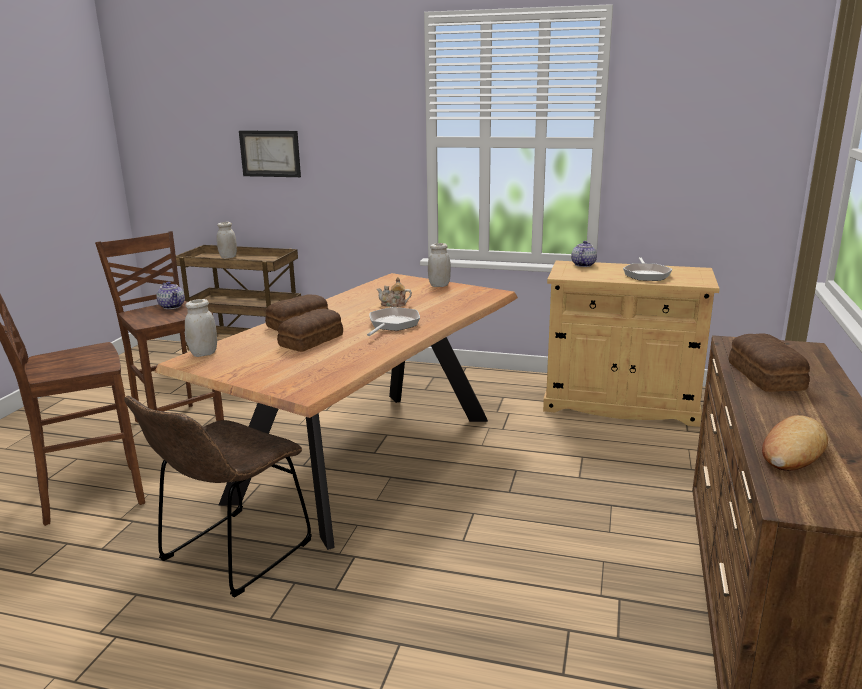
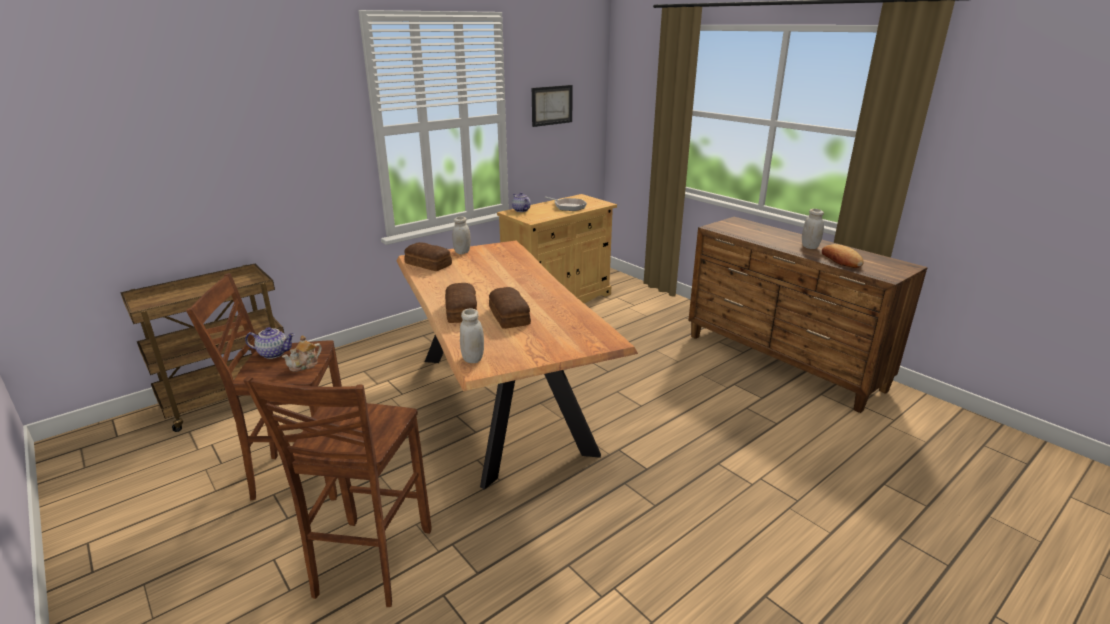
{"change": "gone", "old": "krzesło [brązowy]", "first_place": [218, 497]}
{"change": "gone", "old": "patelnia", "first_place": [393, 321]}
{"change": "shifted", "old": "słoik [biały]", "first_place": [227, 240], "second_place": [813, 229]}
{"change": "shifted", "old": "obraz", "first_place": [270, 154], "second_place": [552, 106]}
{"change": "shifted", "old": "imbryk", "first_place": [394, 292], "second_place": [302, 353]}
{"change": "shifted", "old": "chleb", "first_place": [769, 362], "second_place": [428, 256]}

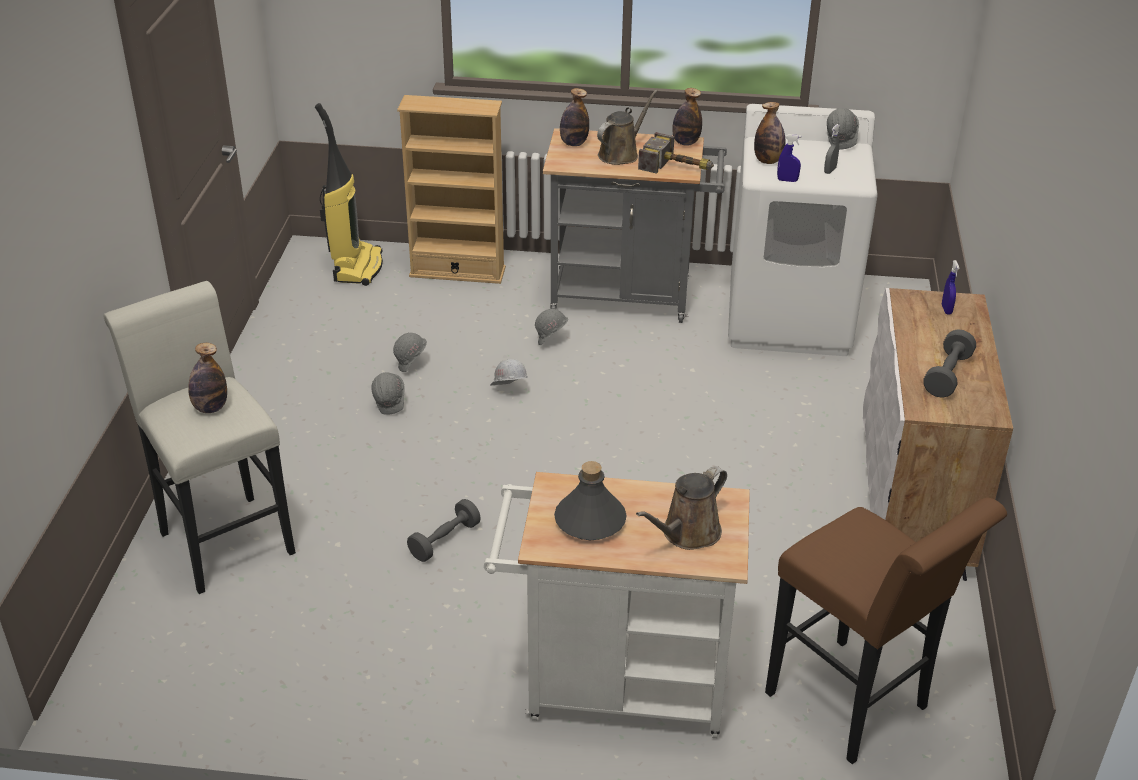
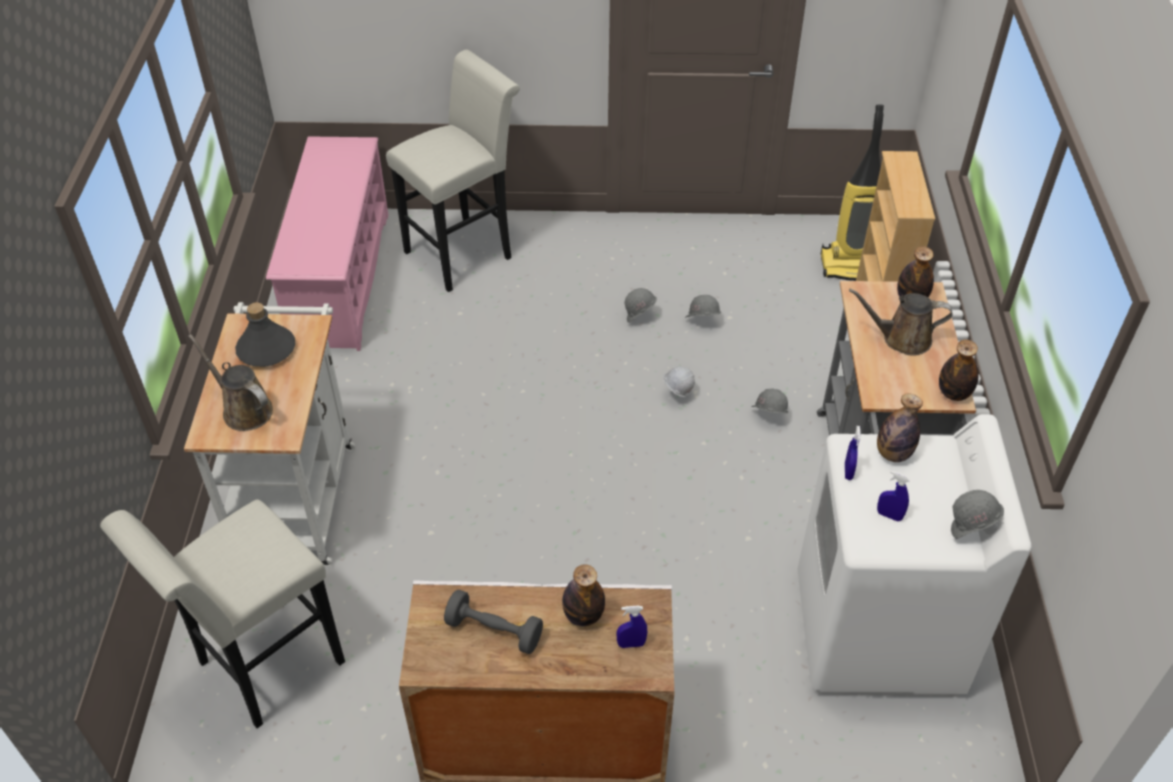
{"change": "gone", "old": "hantel [szary]", "first_place": [444, 530]}
{"change": "gone", "old": "młotek", "first_place": [676, 153]}
{"change": "new", "new": "regał na buty [różowy]", "second_place": [327, 243]}
{"change": "shifted", "old": "butelka", "first_place": [207, 378], "second_place": [583, 595]}
{"change": "repainted", "old": "stołek [brązowy]", "new": "stołek [biały]", "first_place": [886, 630], "second_place": [222, 613]}
{"change": "repainted", "old": "spryskiwacz [szary]", "new": "spryskiwacz [niebieski]", "first_place": [832, 149], "second_place": [894, 496]}
{"change": "rotated", "old": "konewka [brązowy]", "first_place": [627, 127], "second_place": [901, 322], "degrees": 150}

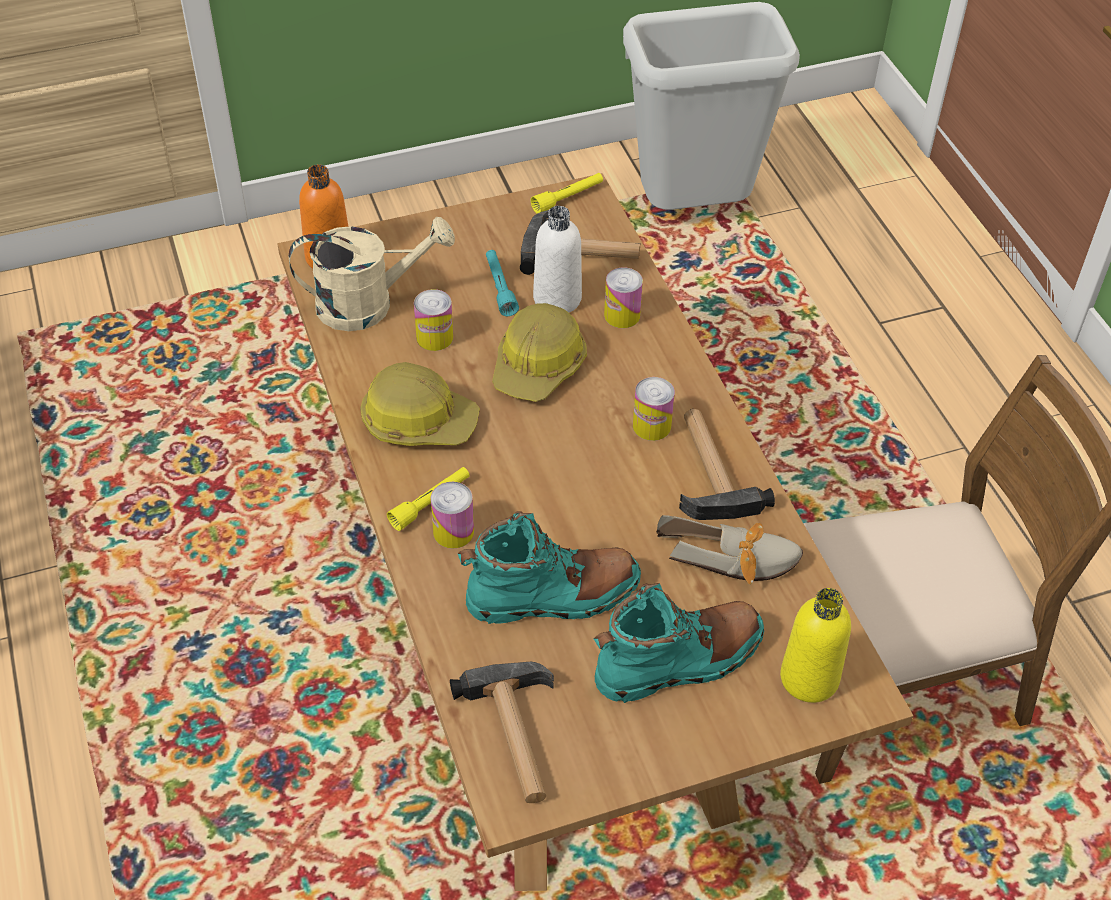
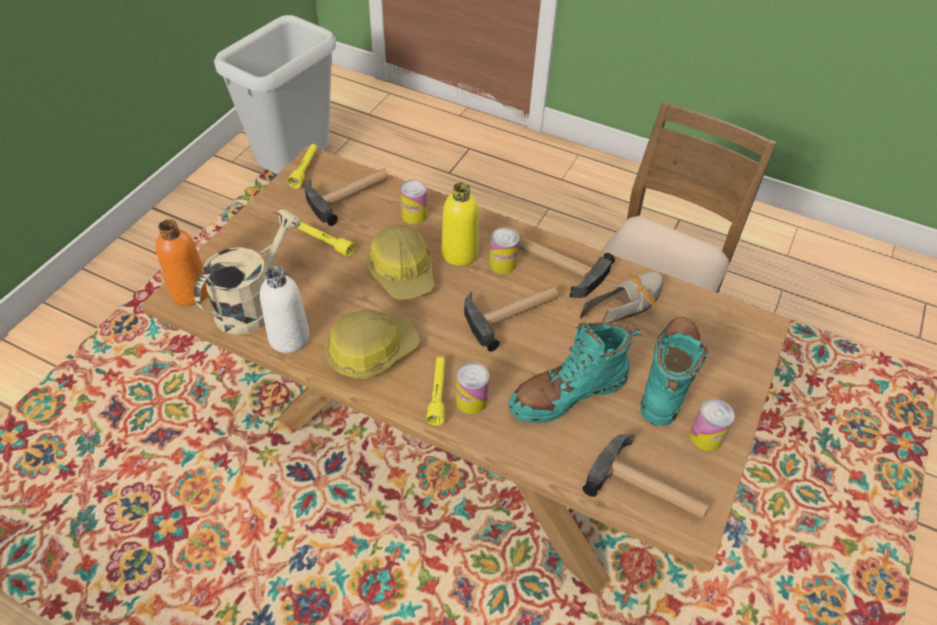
{"change": "new", "new": "młotek", "second_place": [511, 319]}
{"change": "shifted", "old": "puszka", "first_place": [433, 320], "second_place": [712, 425]}
{"change": "shifted", "old": "butelka [biały]", "first_place": [557, 259], "second_place": [285, 309]}
{"change": "shifted", "old": "butelka [żółty]", "first_place": [815, 645], "second_place": [460, 224]}
{"change": "repainted", "old": "latarka [turkusowy]", "new": "latarka [żółty]", "first_place": [502, 283], "second_place": [326, 239]}
{"change": "rotated", "old": "but z cholewką [turkusowy]", "first_place": [549, 567], "second_place": [574, 372], "degrees": -150}

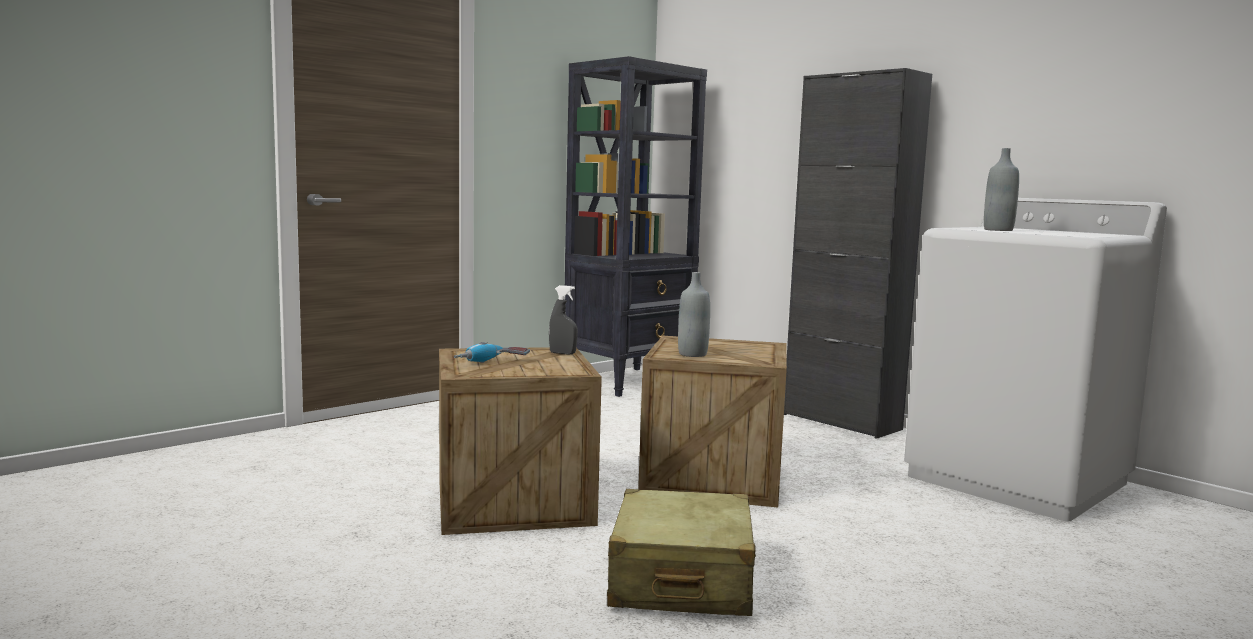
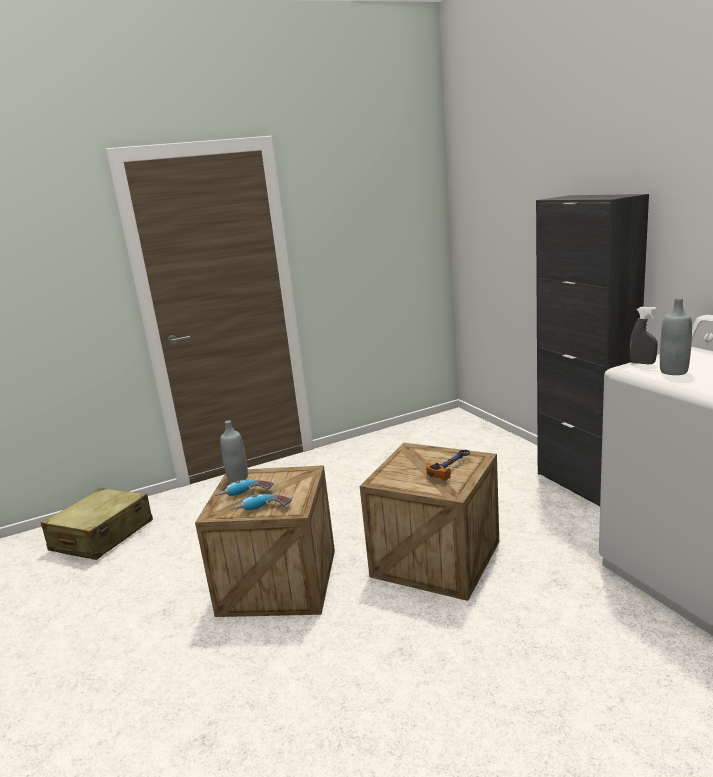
{"change": "gone", "old": "regał [czarny]", "first_place": [636, 226]}
{"change": "new", "new": "wiertarka", "second_place": [261, 501]}
{"change": "new", "new": "młotek", "second_place": [448, 465]}
{"change": "shifted", "old": "spryskiwacz [szary]", "first_place": [563, 320], "second_place": [644, 335]}
{"change": "shifted", "old": "walizka [beżowy]", "first_place": [681, 552], "second_place": [97, 524]}
{"change": "shifted", "old": "butelka [szary]", "first_place": [694, 314], "second_place": [234, 451]}

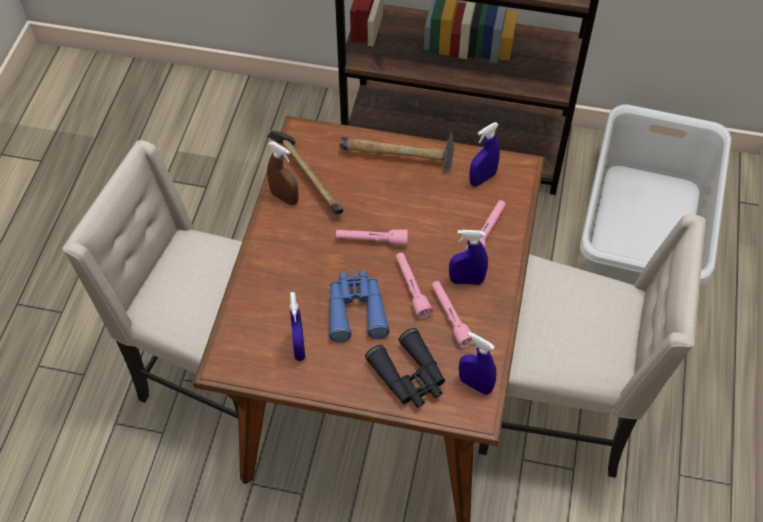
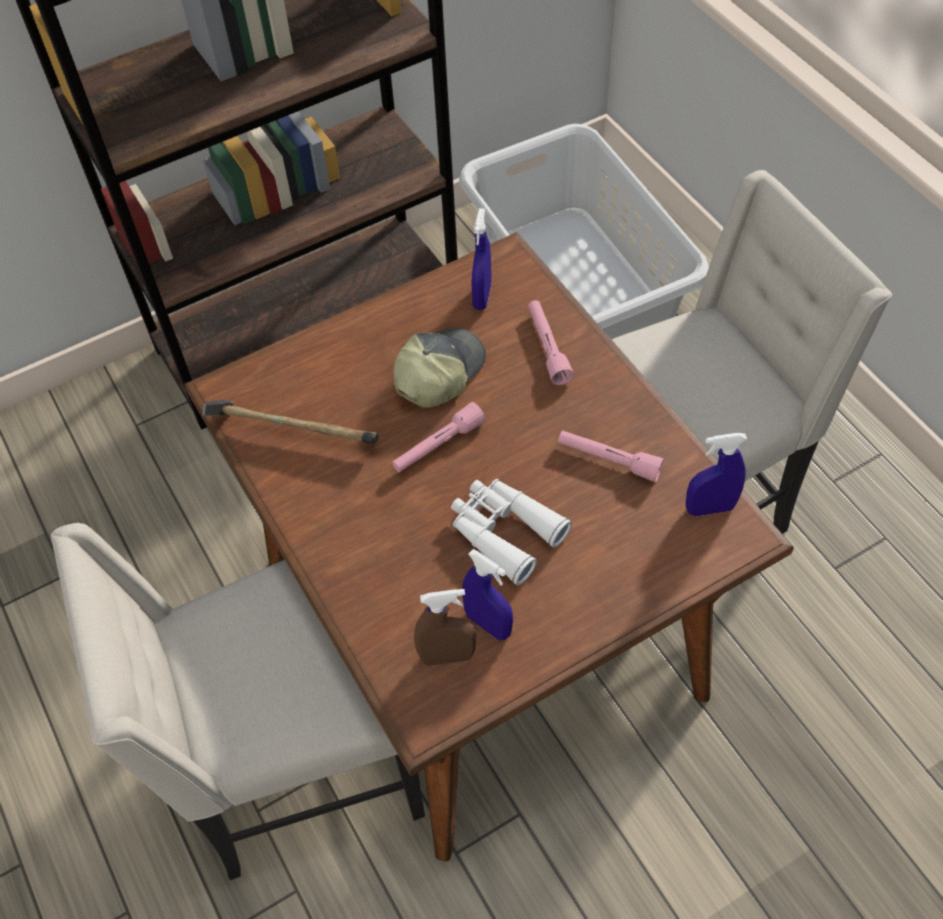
{"change": "gone", "old": "młotek", "first_place": [396, 152]}
{"change": "gone", "old": "lornetka [czarny]", "first_place": [405, 368]}
{"change": "gone", "old": "latarka [różowy]", "first_place": [414, 286]}
{"change": "gone", "old": "spryskiwacz [niebieski]", "first_place": [468, 257]}
{"change": "new", "new": "czapka z daszkiem", "second_place": [439, 368]}
{"change": "shifted", "old": "spryskiwacz [brązowy]", "first_place": [282, 173], "second_place": [445, 627]}
{"change": "repainted", "old": "lornetka [niebieski]", "new": "lornetka [biały]", "first_place": [359, 306], "second_place": [511, 532]}

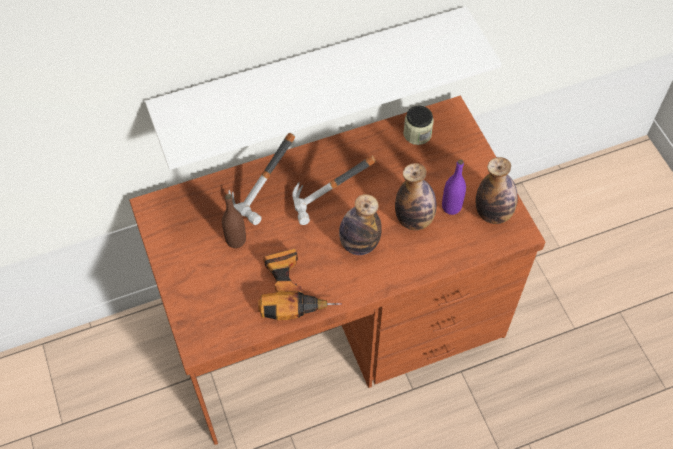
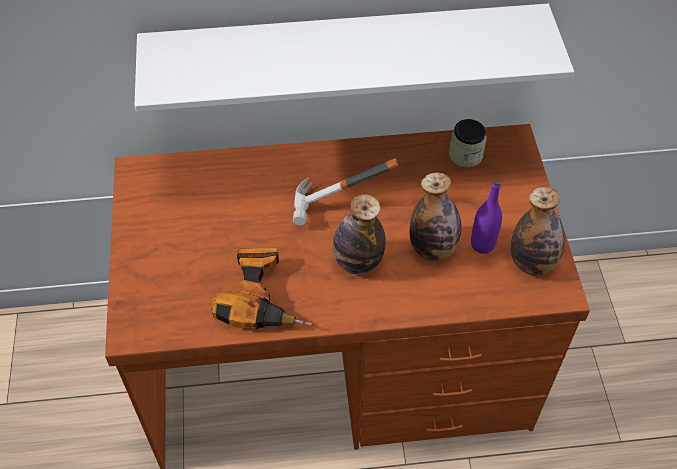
{"change": "gone", "old": "butelka [brązowy]", "first_place": [234, 221]}
{"change": "gone", "old": "młotek", "first_place": [261, 179]}

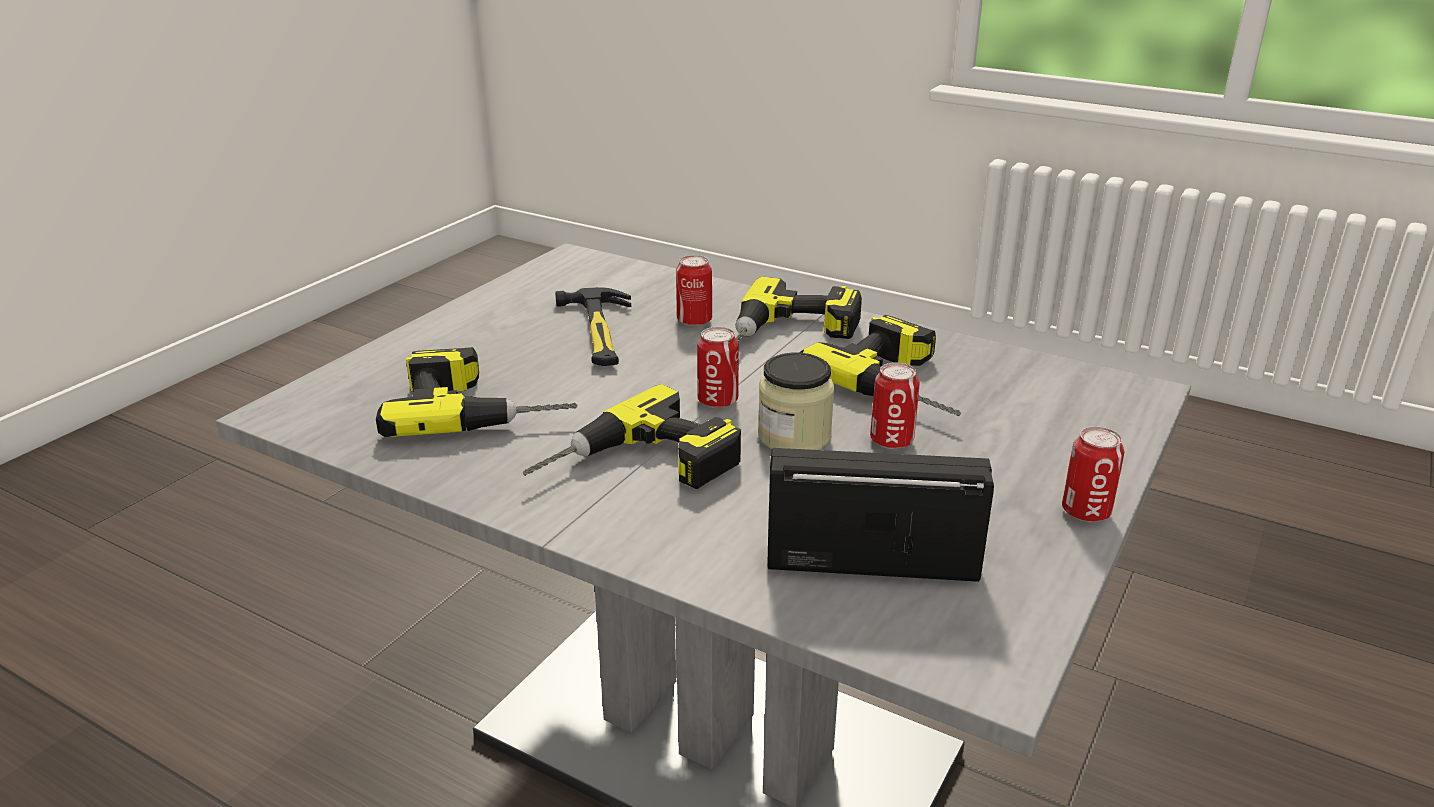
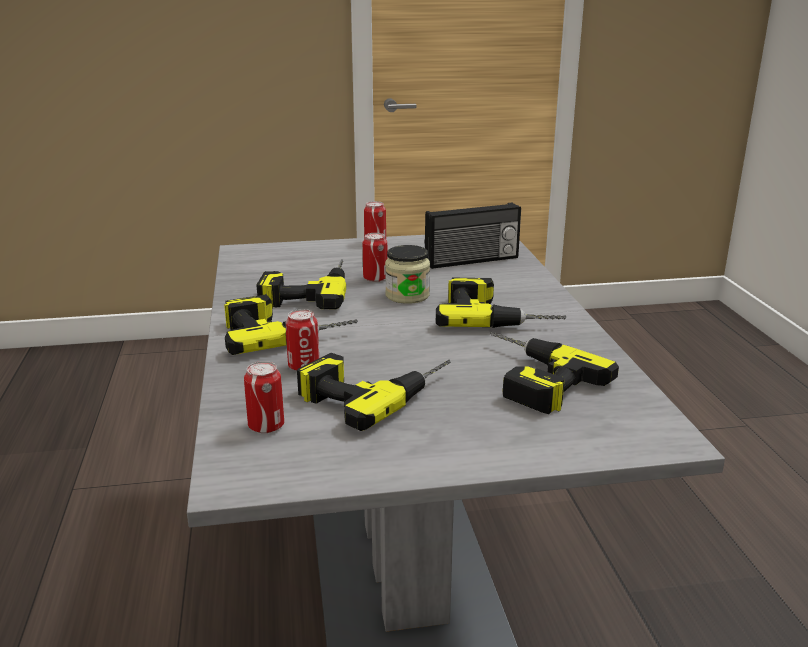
{"change": "shifted", "old": "puszka", "first_place": [718, 367], "second_place": [264, 397]}
{"change": "swapped", "old": "młotek", "new": "wiertarka", "first_place": [593, 326], "second_place": [374, 392]}
{"change": "rotated", "old": "radio", "first_place": [880, 515], "second_place": [473, 236], "degrees": -75}

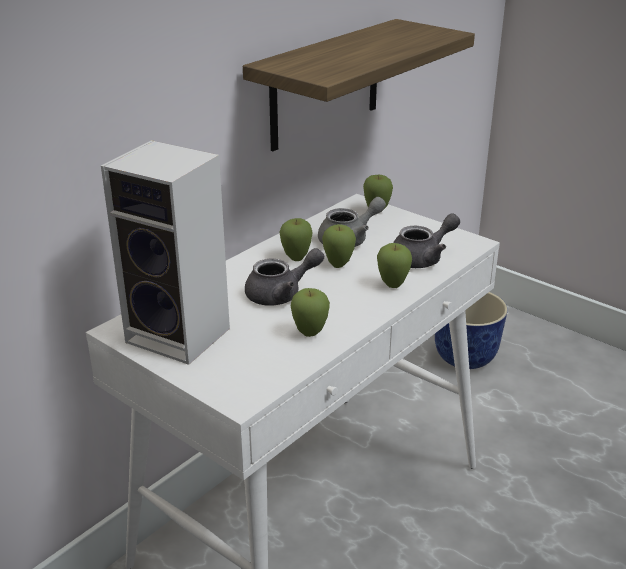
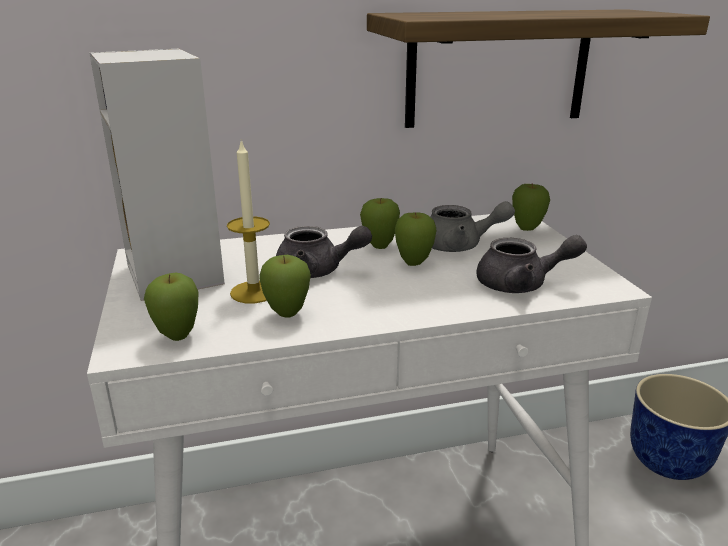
{"change": "new", "new": "świeca", "second_place": [248, 221]}
{"change": "shifted", "old": "jabłko", "first_place": [394, 265], "second_place": [171, 306]}

